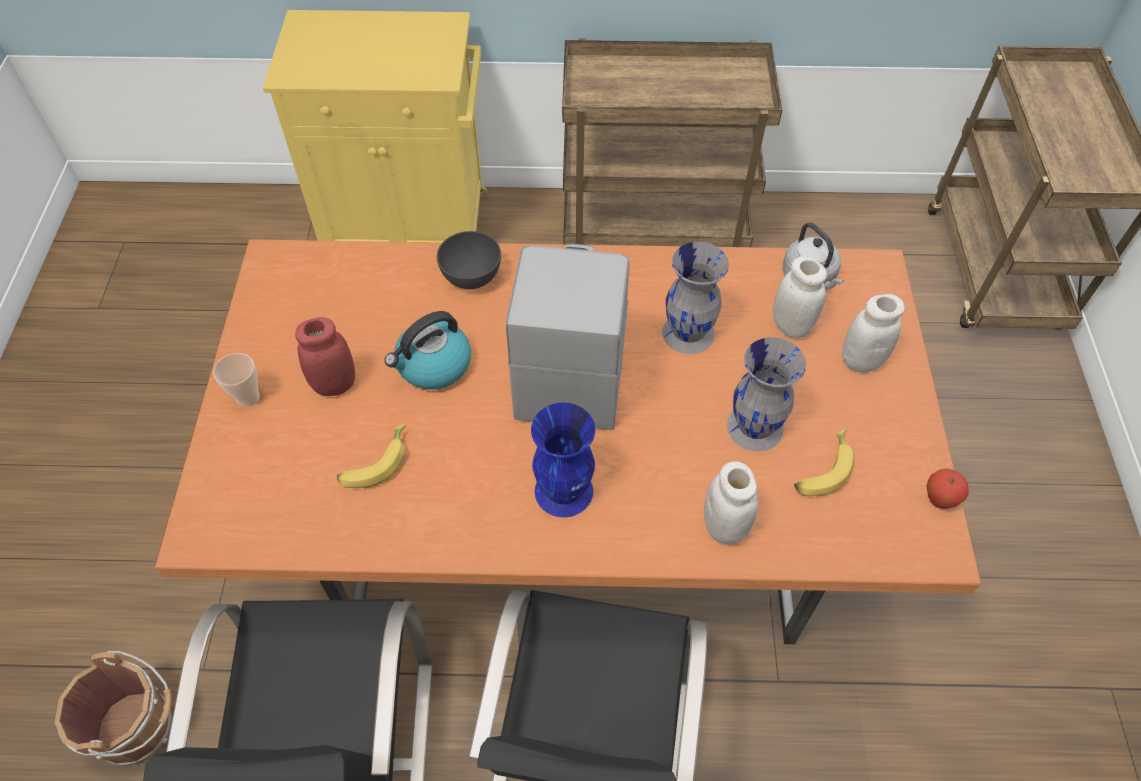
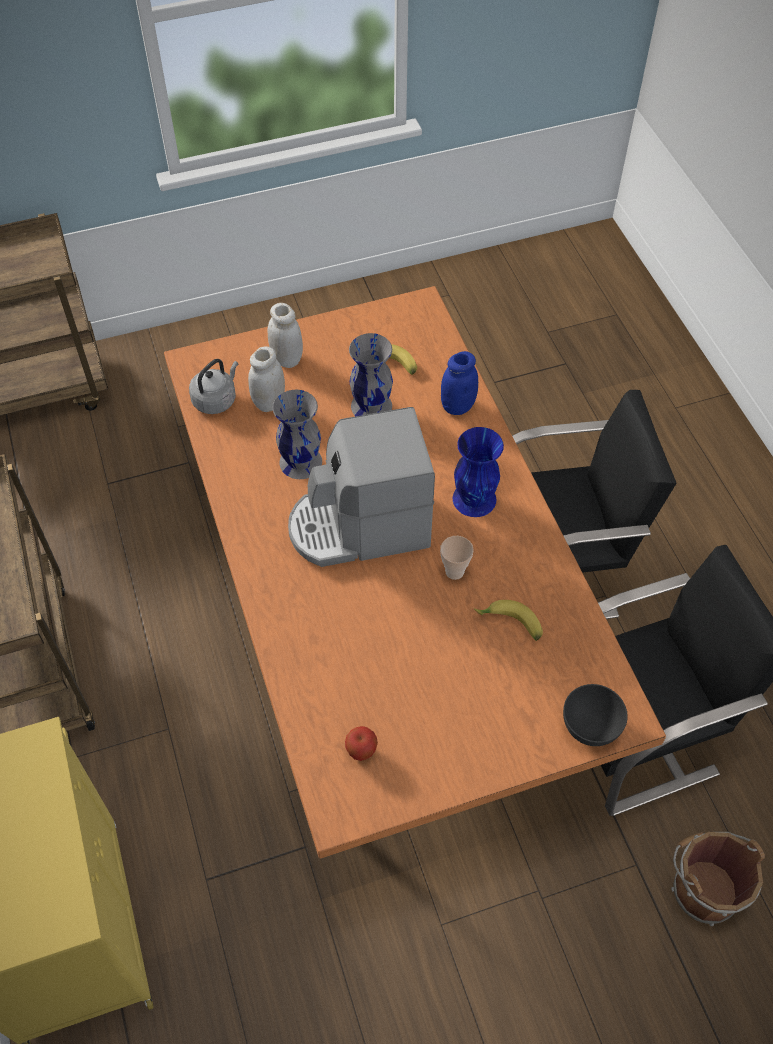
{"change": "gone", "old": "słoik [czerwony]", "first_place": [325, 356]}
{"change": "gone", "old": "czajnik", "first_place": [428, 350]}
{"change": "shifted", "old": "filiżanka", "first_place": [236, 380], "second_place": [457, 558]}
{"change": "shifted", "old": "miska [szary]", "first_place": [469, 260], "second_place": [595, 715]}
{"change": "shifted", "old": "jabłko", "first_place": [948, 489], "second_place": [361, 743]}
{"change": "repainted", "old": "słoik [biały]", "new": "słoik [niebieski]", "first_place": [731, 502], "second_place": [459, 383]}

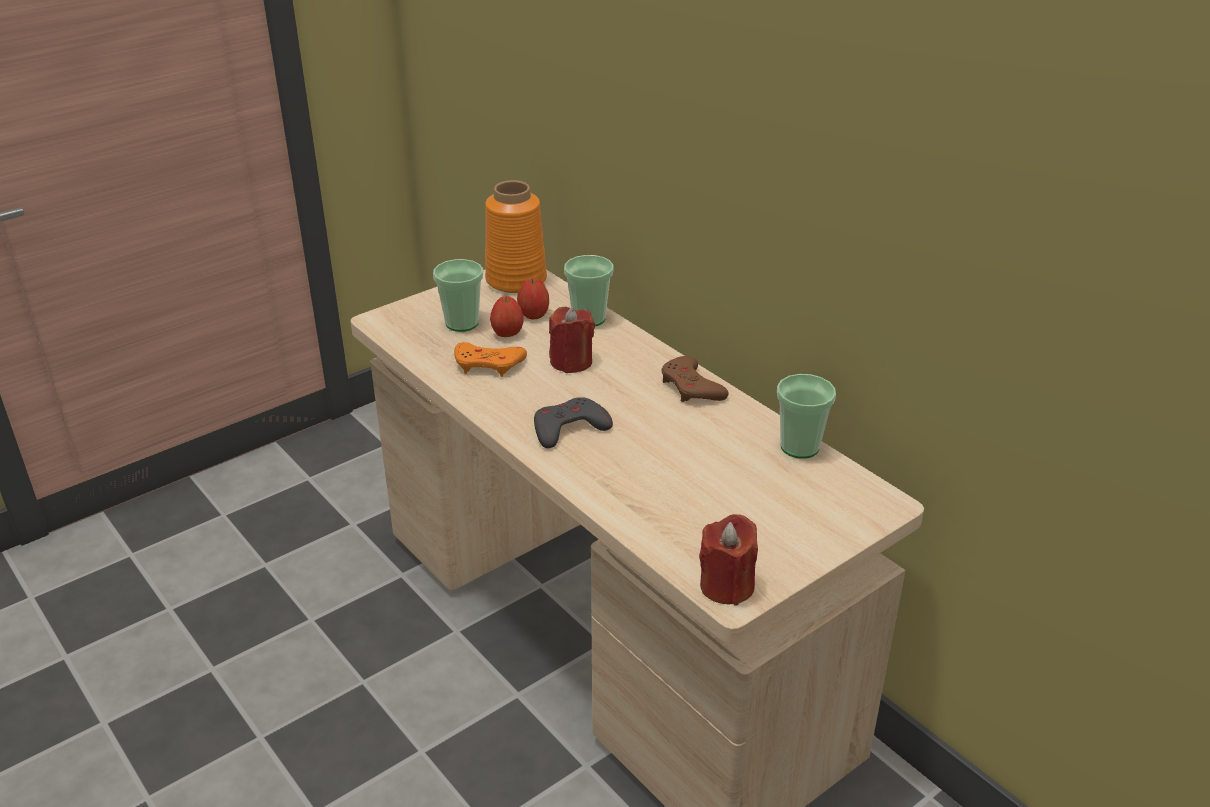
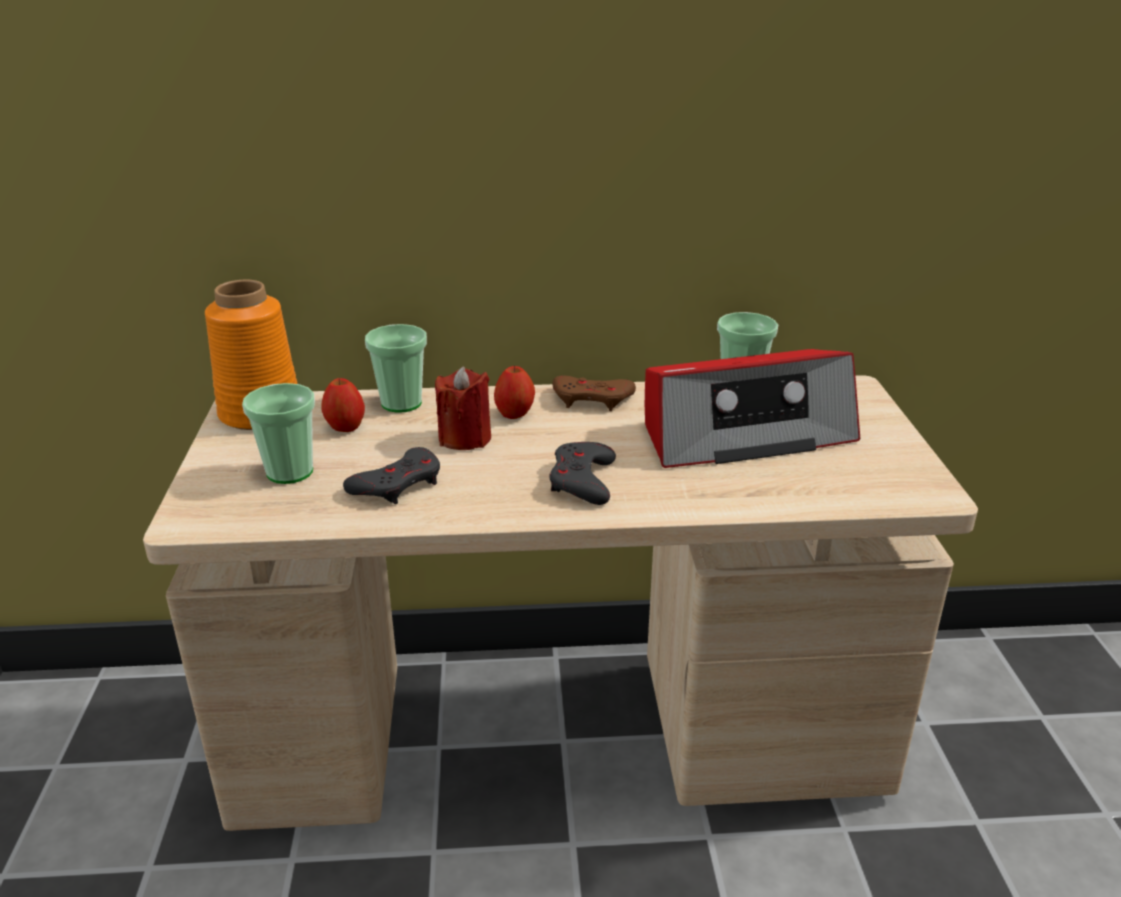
{"change": "gone", "old": "świeca [czerwony]", "first_place": [728, 560]}
{"change": "new", "new": "radio", "second_place": [752, 408]}
{"change": "shifted", "old": "jabłko", "first_place": [506, 316], "second_place": [514, 392]}
{"change": "repainted", "old": "pad do gier [pomarańczowy]", "new": "pad do gier [szary]", "first_place": [490, 359], "second_place": [391, 475]}

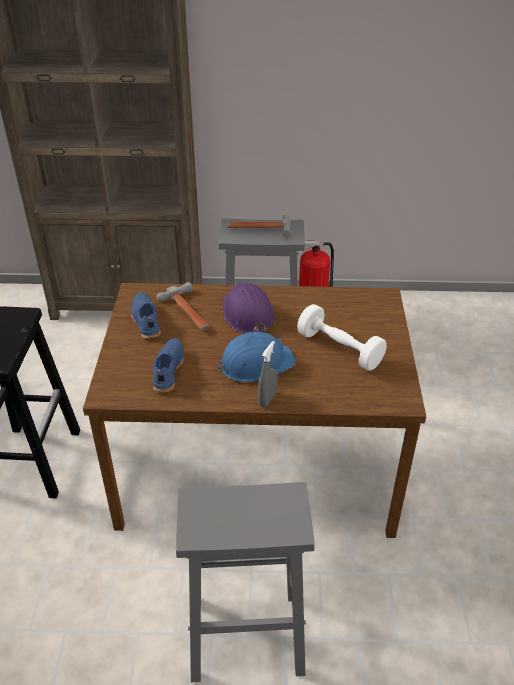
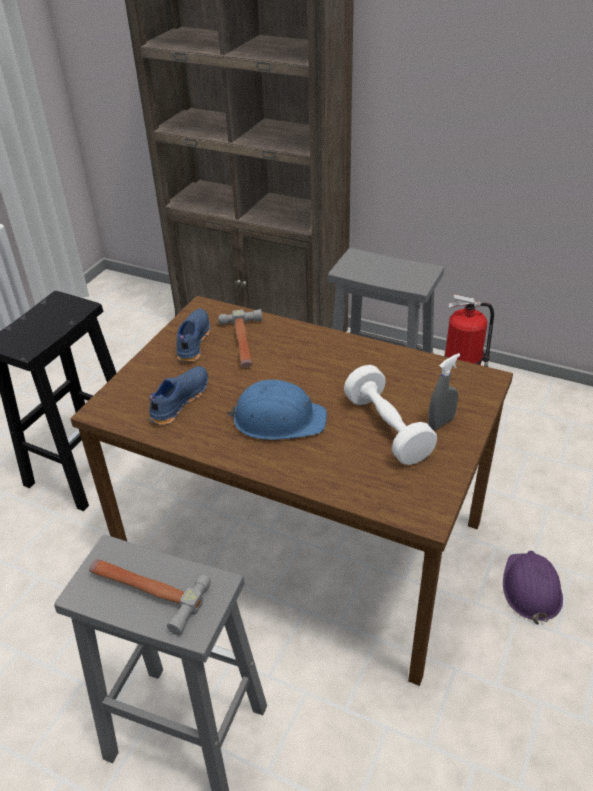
{"change": "shifted", "old": "kask [fioletowy]", "first_place": [249, 308], "second_place": [533, 588]}
{"change": "shifted", "old": "młotek", "first_place": [259, 226], "second_place": [150, 597]}
{"change": "shifted", "old": "spryskiwacz [szary]", "first_place": [267, 374], "second_place": [444, 391]}

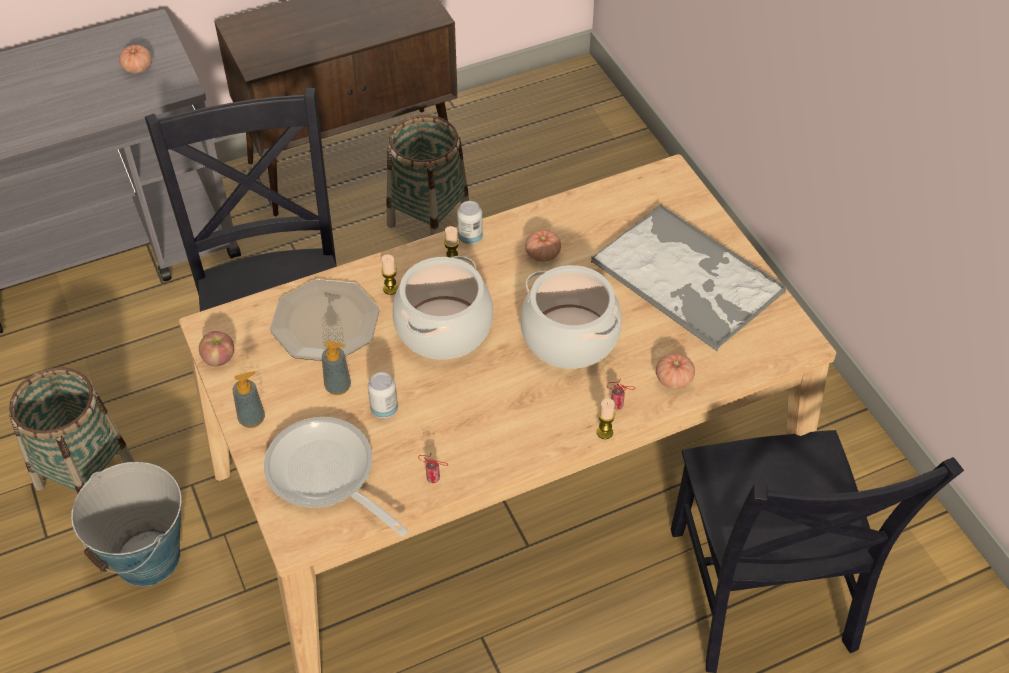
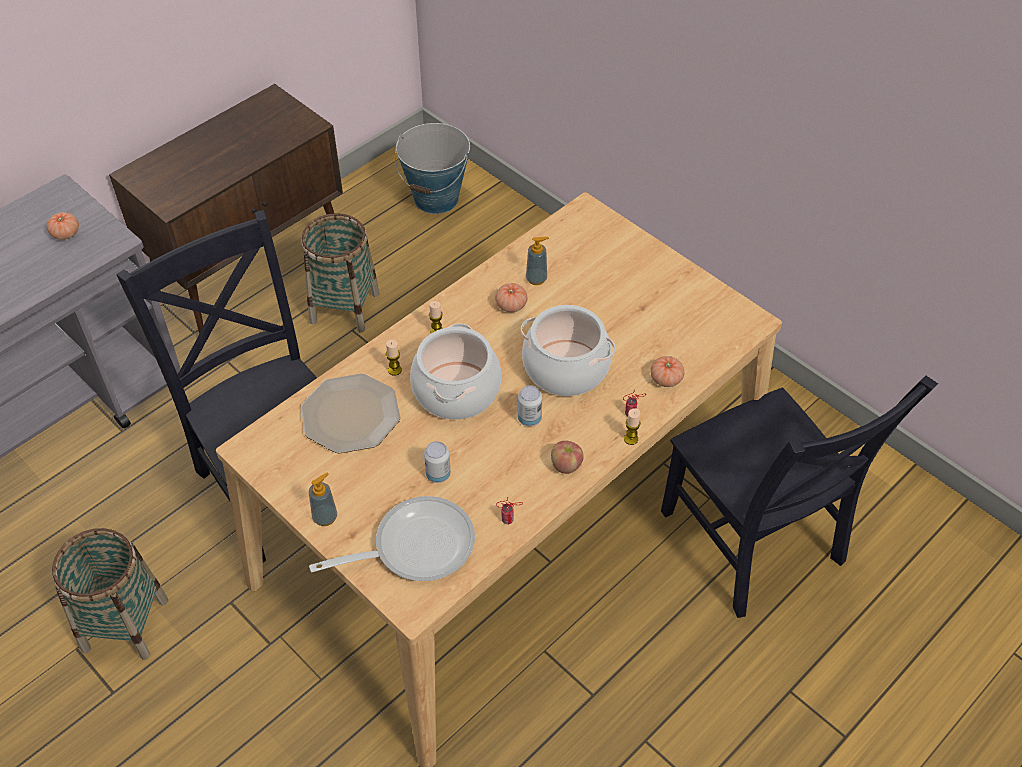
{"change": "gone", "old": "taca", "first_place": [689, 277]}
{"change": "shifted", "old": "wiadro", "first_place": [126, 524], "second_place": [432, 168]}
{"change": "shifted", "old": "jabłko", "first_place": [216, 349], "second_place": [567, 457]}
{"change": "shifted", "old": "dozownik mydła", "first_place": [336, 368], "second_place": [537, 261]}
{"change": "shifted", "old": "puszka", "first_place": [470, 223], "second_place": [530, 405]}
{"change": "rotated", "old": "patelnia", "first_place": [336, 477], "second_place": [392, 538], "degrees": 135}

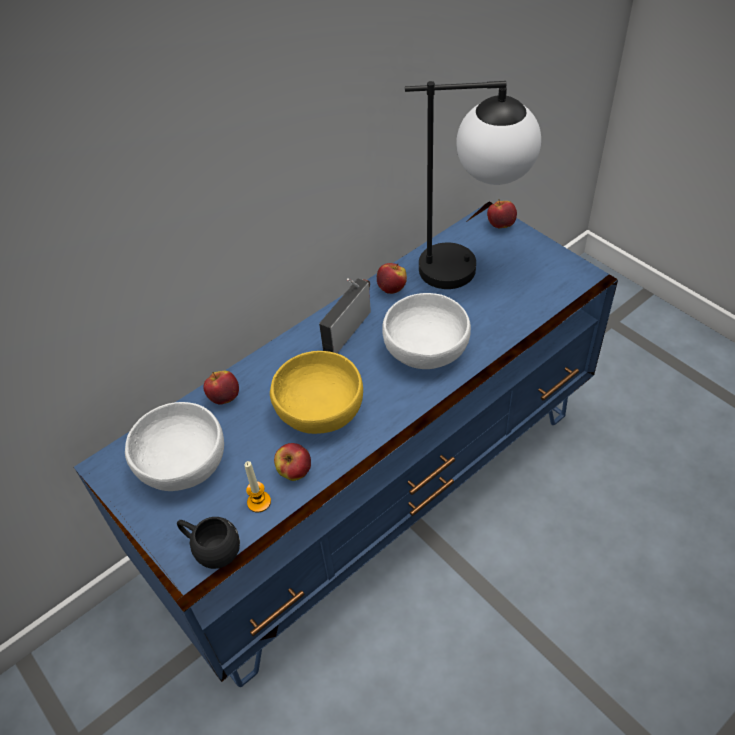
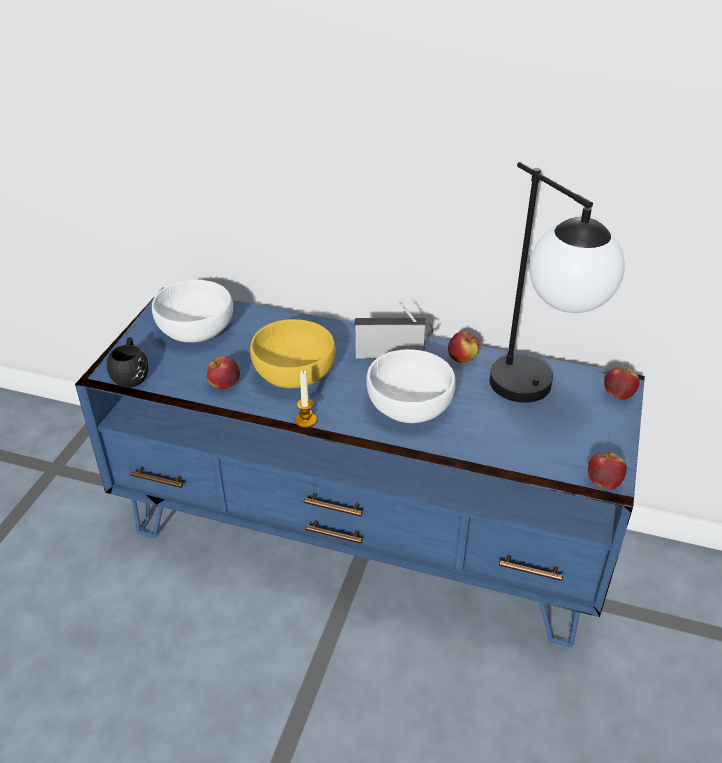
{"change": "shifted", "old": "jabłko", "first_place": [221, 388], "second_place": [607, 469]}
{"change": "shifted", "old": "świeca", "first_place": [257, 487], "second_place": [306, 399]}

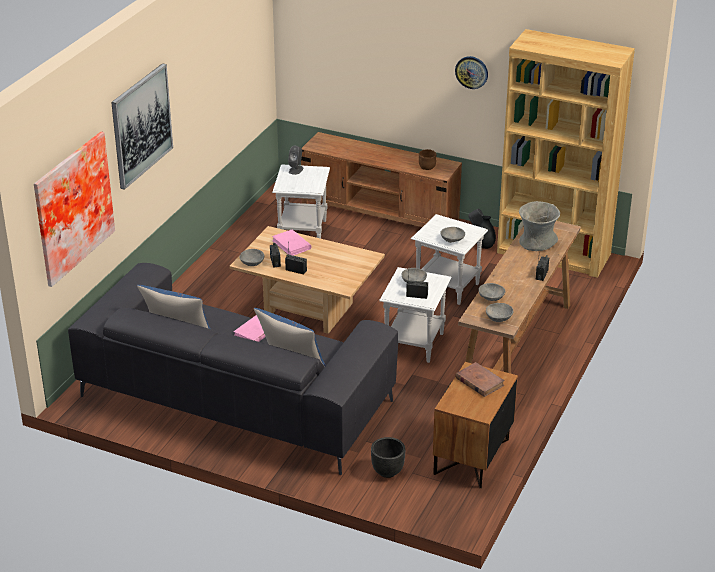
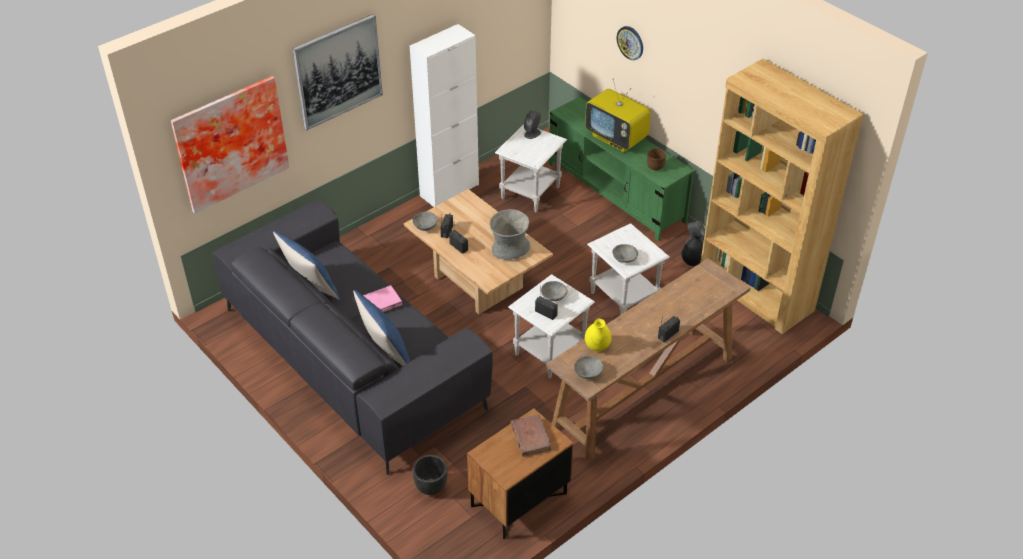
{"change": "gone", "old": "książka [różowy]", "first_place": [291, 242]}
{"change": "new", "new": "szafka [biały]", "second_place": [444, 115]}
{"change": "new", "new": "telewizor", "second_place": [618, 115]}
{"change": "shifted", "old": "zegar ścienny", "first_place": [471, 72], "second_place": [630, 43]}
{"change": "shifted", "old": "wazon [szary]", "first_place": [539, 226], "second_place": [510, 234]}
{"change": "swapped", "old": "miska [szary]", "new": "wazon [żółty]", "first_place": [491, 292], "second_place": [598, 335]}
{"change": "repainted", "old": "szafka pod telewizor [brązowy]", "new": "szafka pod telewizor [zielony]", "first_place": [381, 179], "second_place": [621, 168]}

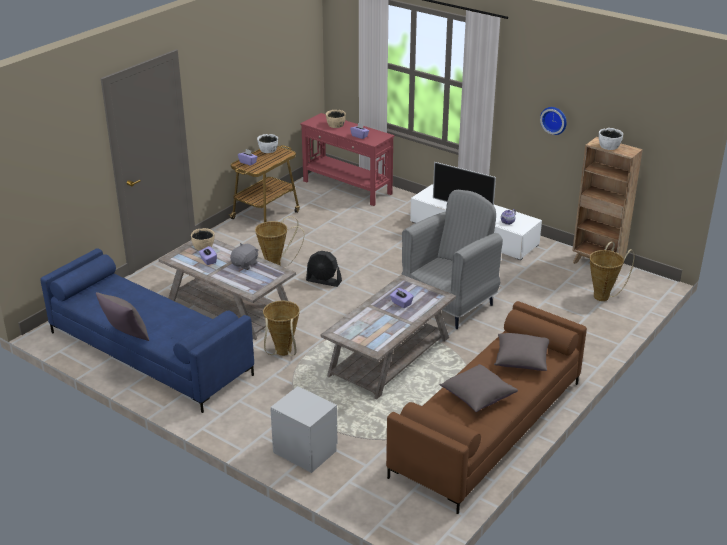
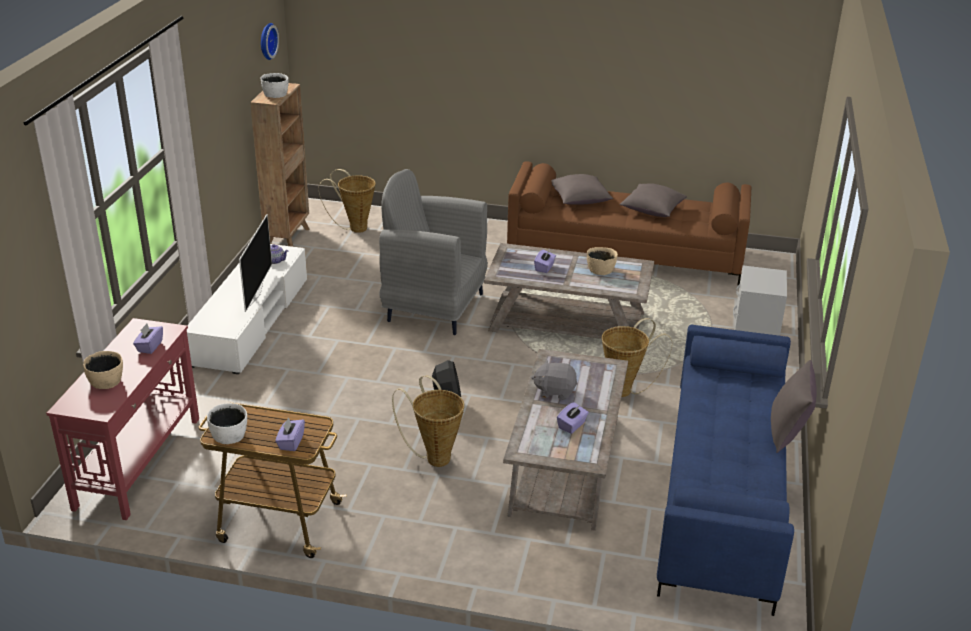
{"change": "shifted", "old": "miska [beżowy]", "first_place": [203, 239], "second_place": [602, 261]}
{"change": "shifted", "old": "zegar ścienny", "first_place": [553, 121], "second_place": [270, 41]}

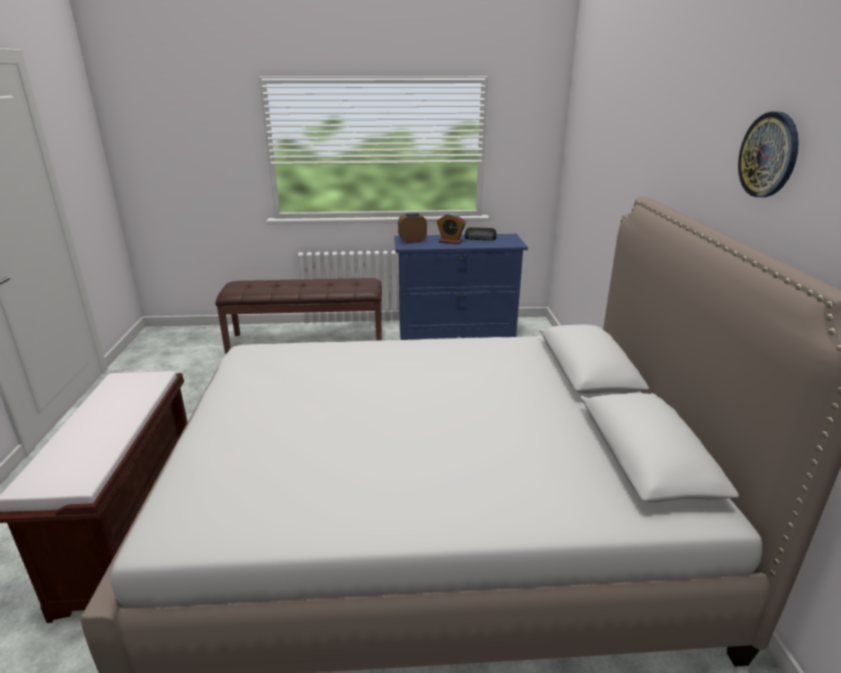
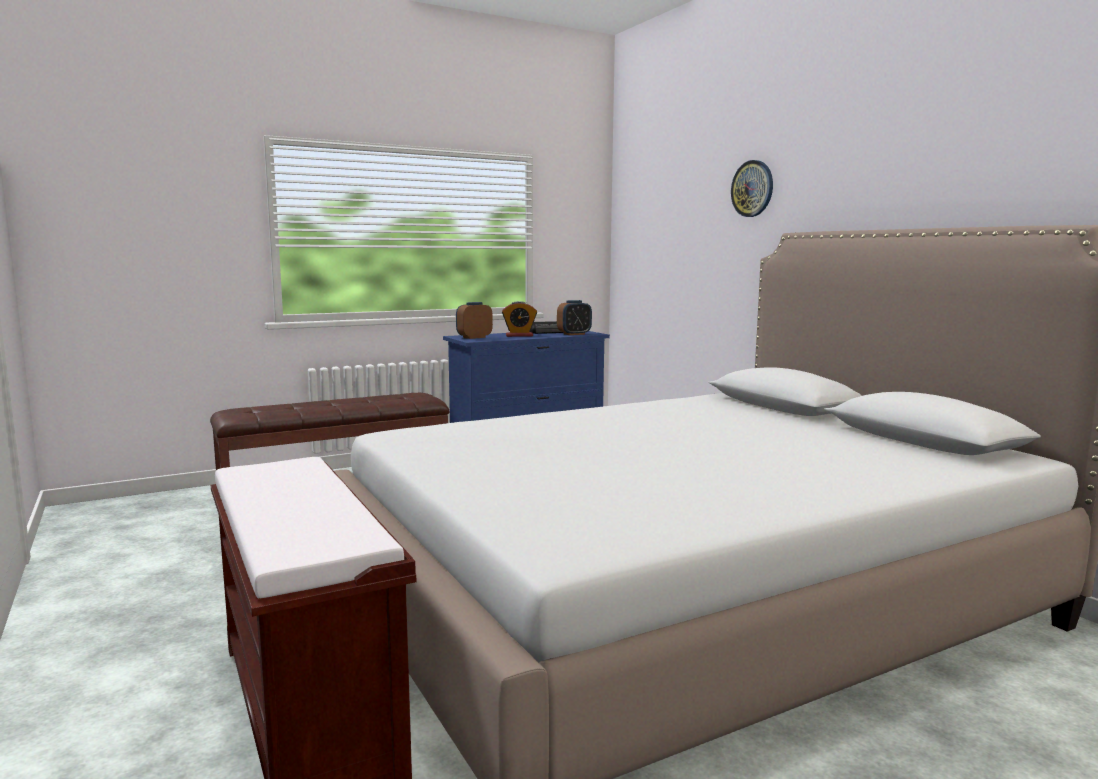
{"change": "new", "new": "budzik", "second_place": [574, 317]}
{"change": "shifted", "old": "zegar ścienny", "first_place": [768, 154], "second_place": [752, 188]}

